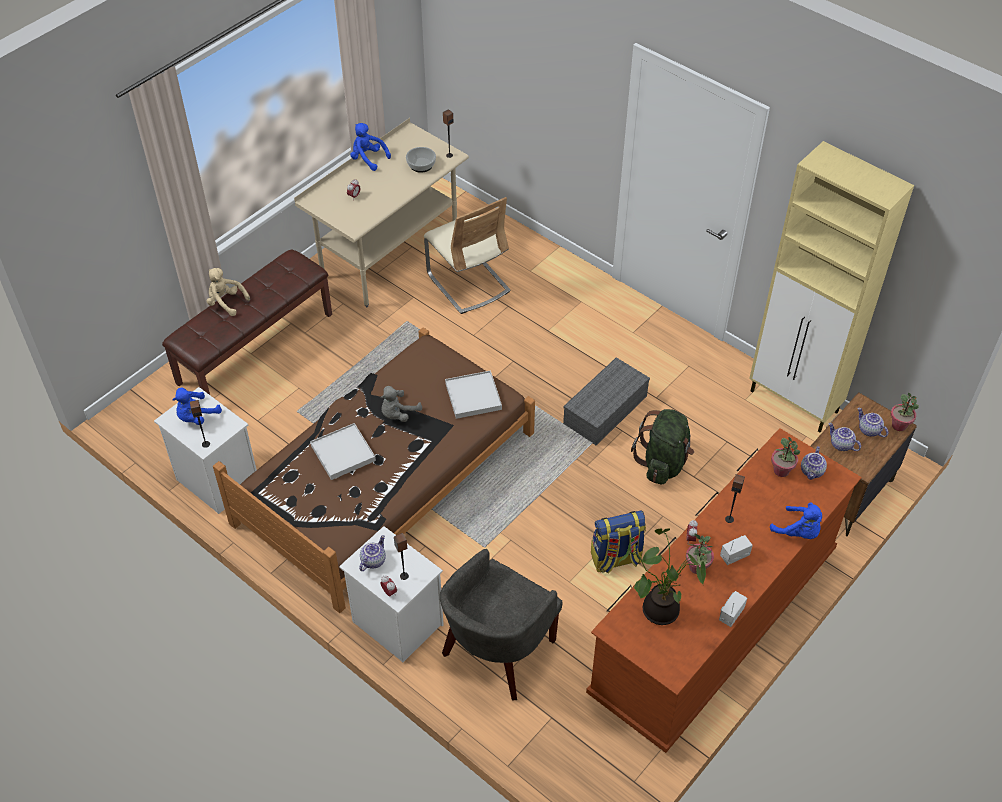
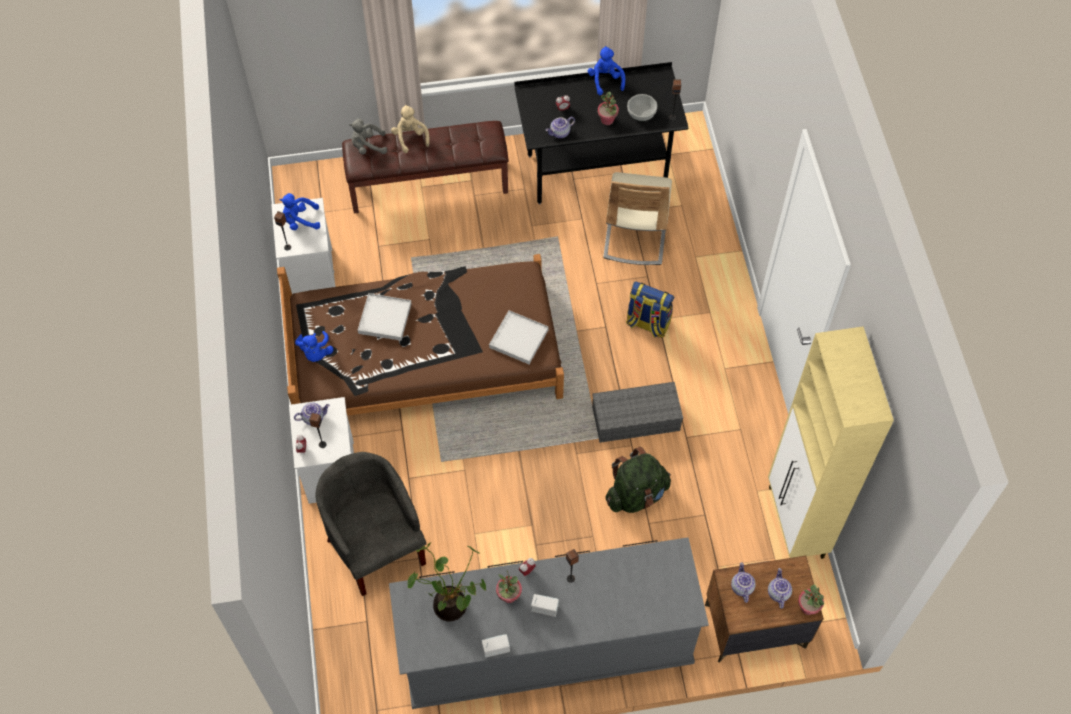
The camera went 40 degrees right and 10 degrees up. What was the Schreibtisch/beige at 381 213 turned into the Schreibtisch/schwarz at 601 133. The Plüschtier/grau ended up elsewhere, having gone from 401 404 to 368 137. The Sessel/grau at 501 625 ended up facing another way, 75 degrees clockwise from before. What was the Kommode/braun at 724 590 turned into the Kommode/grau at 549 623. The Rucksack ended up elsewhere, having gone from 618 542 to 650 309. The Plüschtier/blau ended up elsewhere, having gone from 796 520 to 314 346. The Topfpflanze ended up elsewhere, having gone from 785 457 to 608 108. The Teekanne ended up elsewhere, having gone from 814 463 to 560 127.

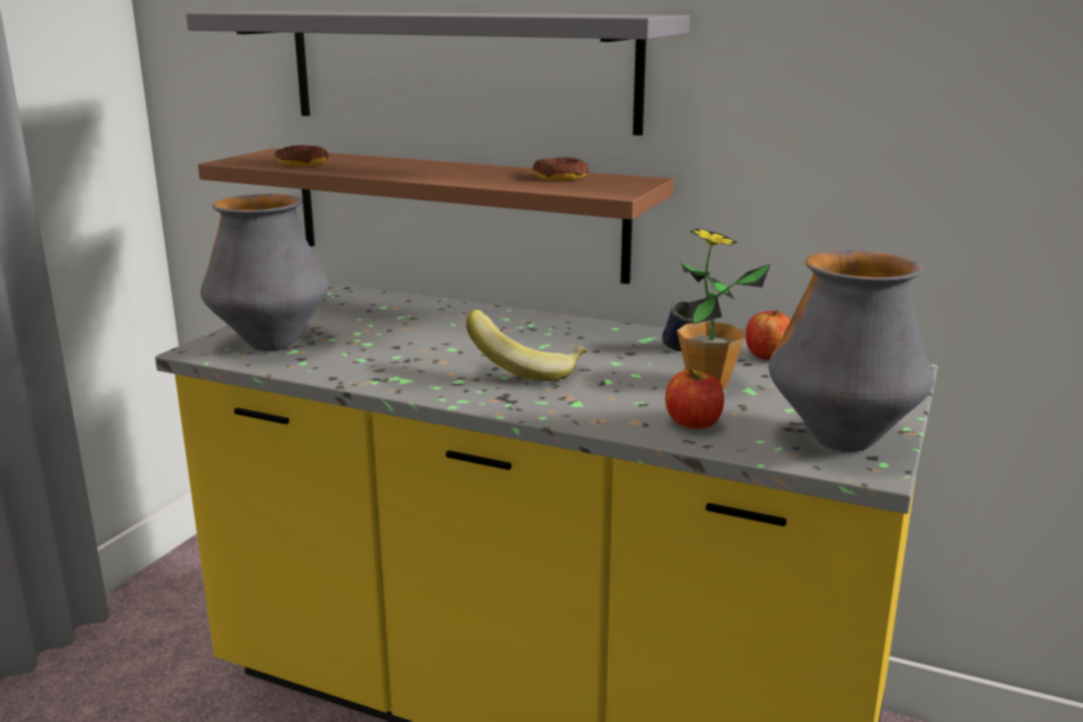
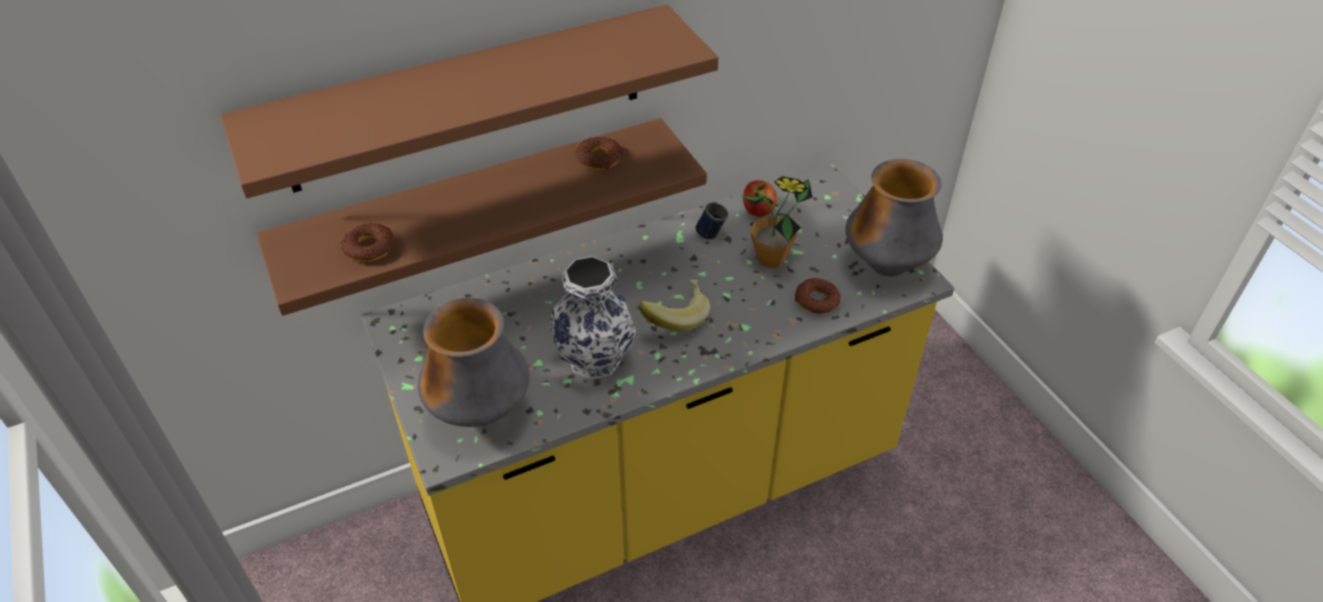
The camera went 50 degrees left and 25 degrees up. What was the Wandregal/grau at 438 73 turned into the Wandregal/braun at 469 101. Where the Apfel stood at 694 398, the Donut came to stand at 818 296. The second view gained the Vase at 592 318.

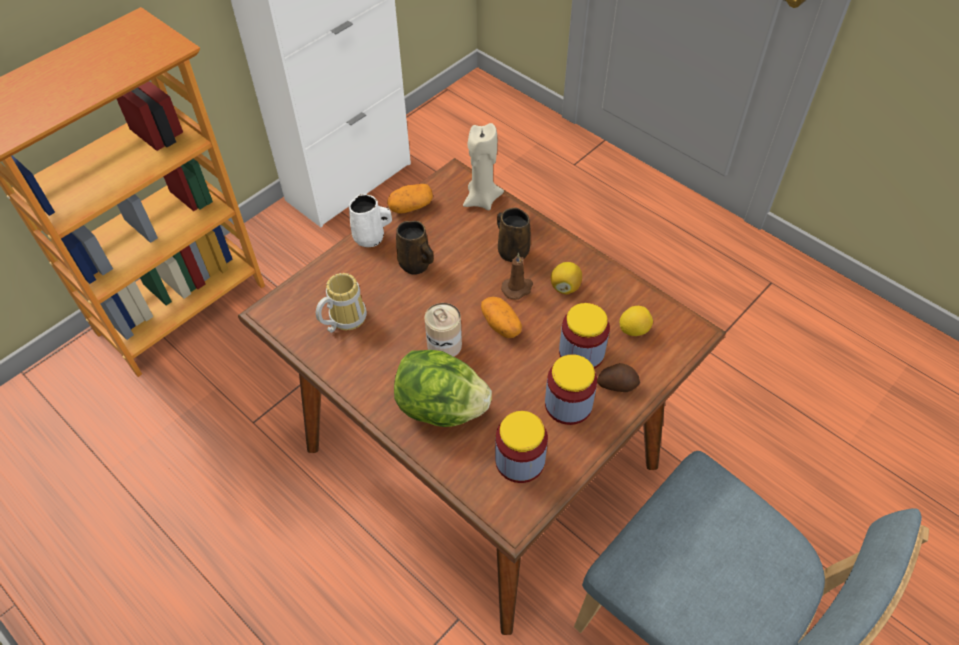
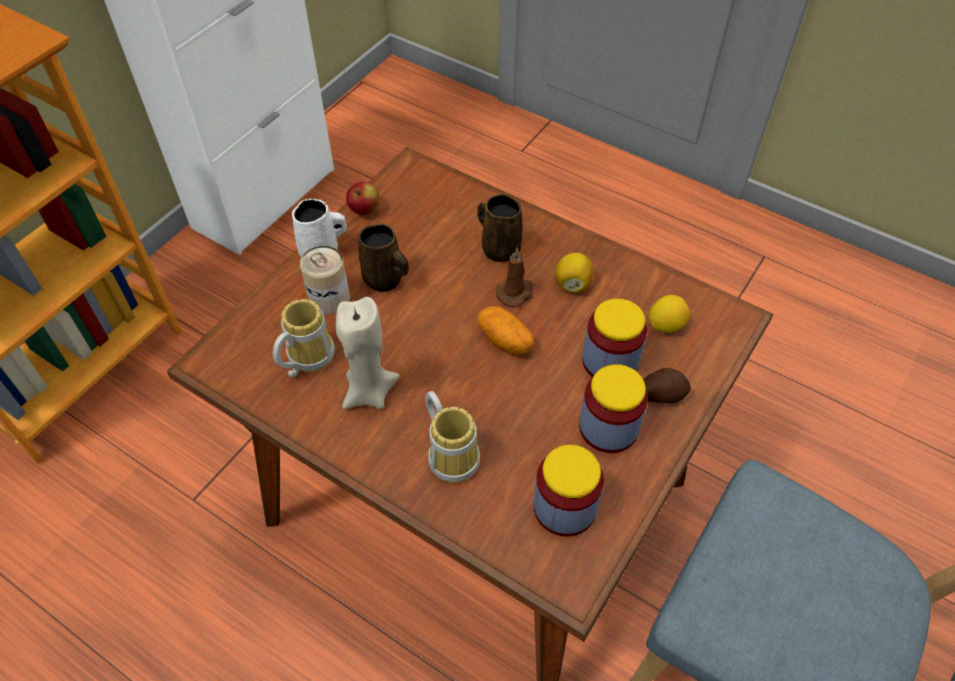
The camera went 10 degrees left and 0 degrees up. Where the Kartoffel stood at 410 198, the Apfel came to stand at 363 198. Where the Salatkopf stood at 443 388, the Henkelbecher came to stand at 452 437. The Dose ended up elsewhere, having gone from 443 330 to 325 280. The Kerze/beige ended up elsewhere, having gone from 483 166 to 368 353.

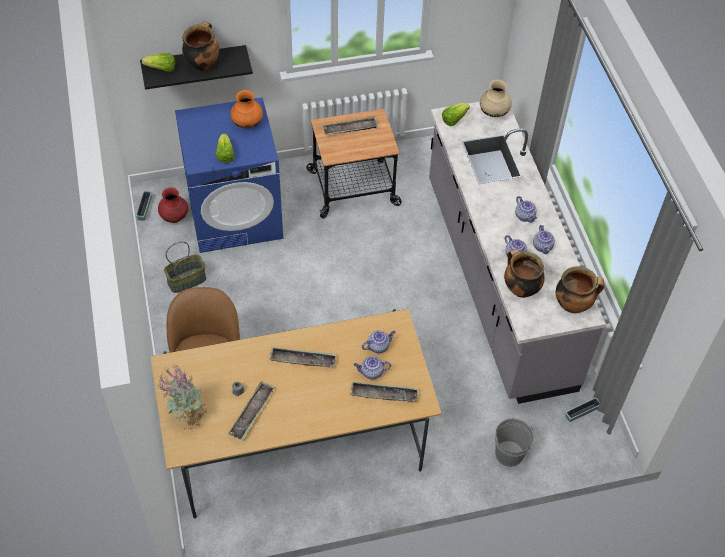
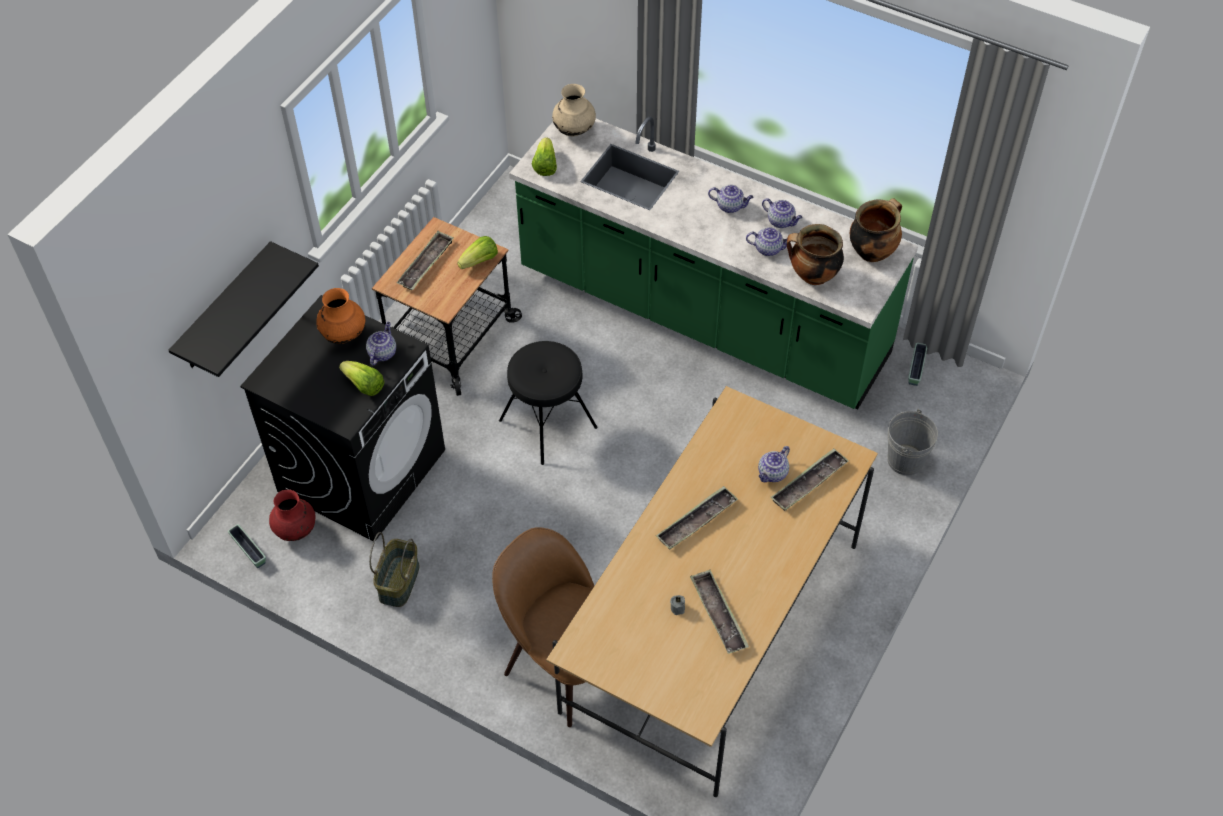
The camera went 45 degrees left and 0 degrees up. The Salatkopf ended up elsewhere, having gone from 158 62 to 477 252. The second view lost the Topfpflanze at 182 397. What was the Waschmaschine/blau at 229 175 turned into the Waschmaschine/schwarz at 342 418. The second view lost the Kochtopf at 200 46. The Teekanne ended up elsewhere, having gone from 379 342 to 381 343. What was the Küchenzeile/grau at 517 253 turned into the Küchenzeile/grün at 713 263. The second view gained the Hocker/schwarz at 548 403.

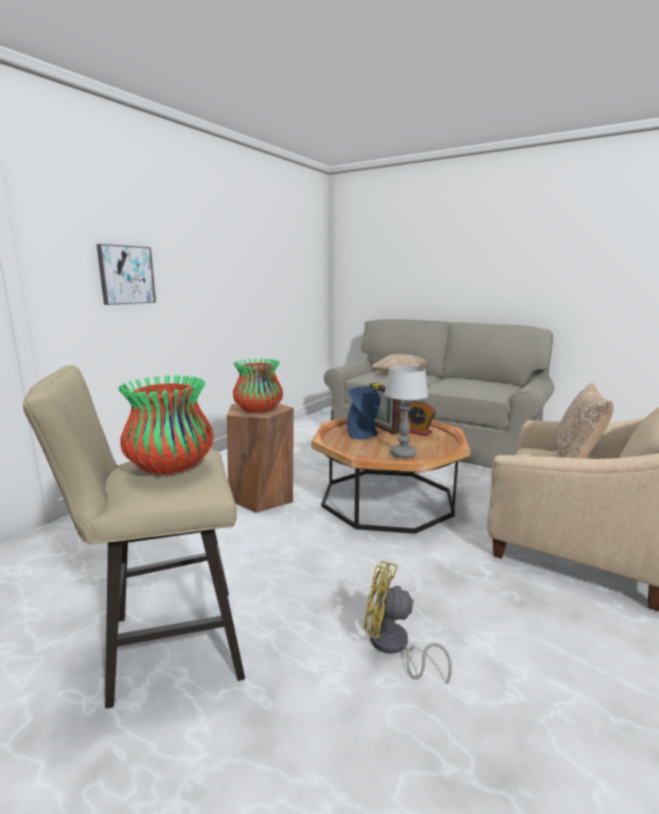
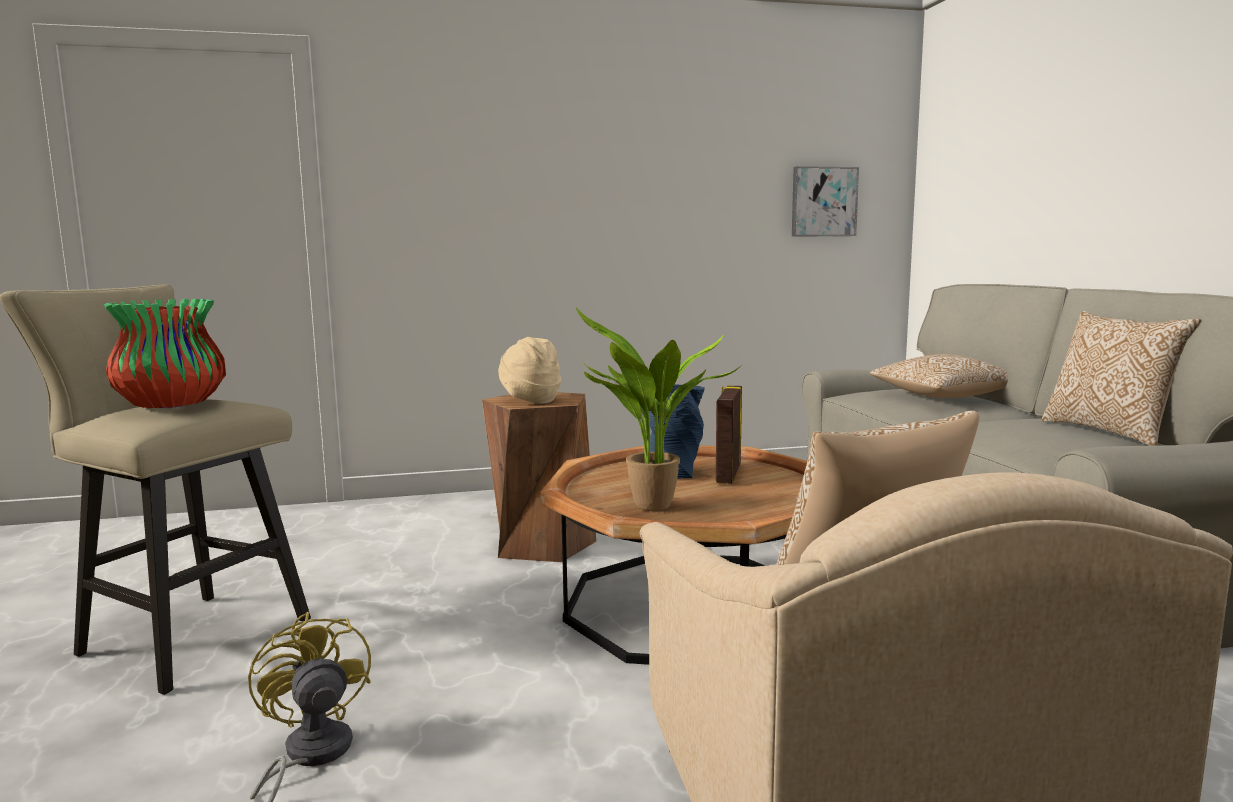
The camera went 45 degrees right and 5 degrees down. The Bild ended up elsewhere, having gone from 126 274 to 825 201. Where the Vase stood at 258 385, the Hut/beige came to stand at 529 370. Where the Tischlampe stood at 406 411, the Topfpflanze came to stand at 659 409. The second view lost the Wecker at 422 418. The second view gained the Kissen at 1122 378.

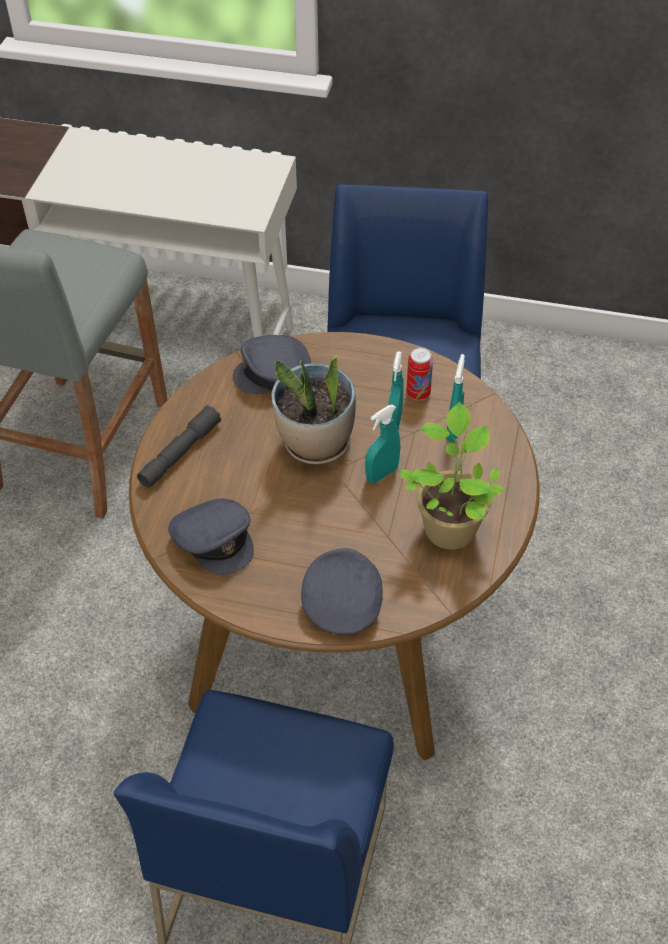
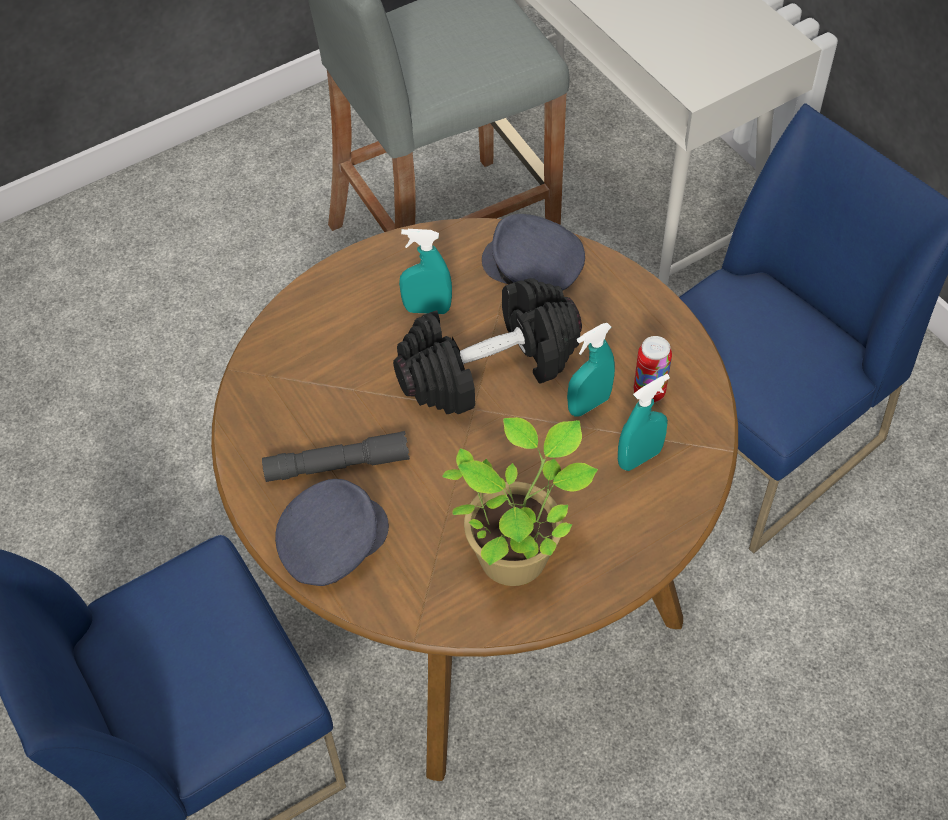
The camera went 45 degrees right and 5 degrees up. The Taschenlampe/grau ended up elsewhere, having gone from 179 446 to 336 456. The second view lost the Kappe/grau at 211 536. Where the Topfpflanze stood at 313 410, the Hantel/schwarz came to stand at 487 346. The Sprühflasche/türkis ended up elsewhere, having gone from 382 444 to 425 271.

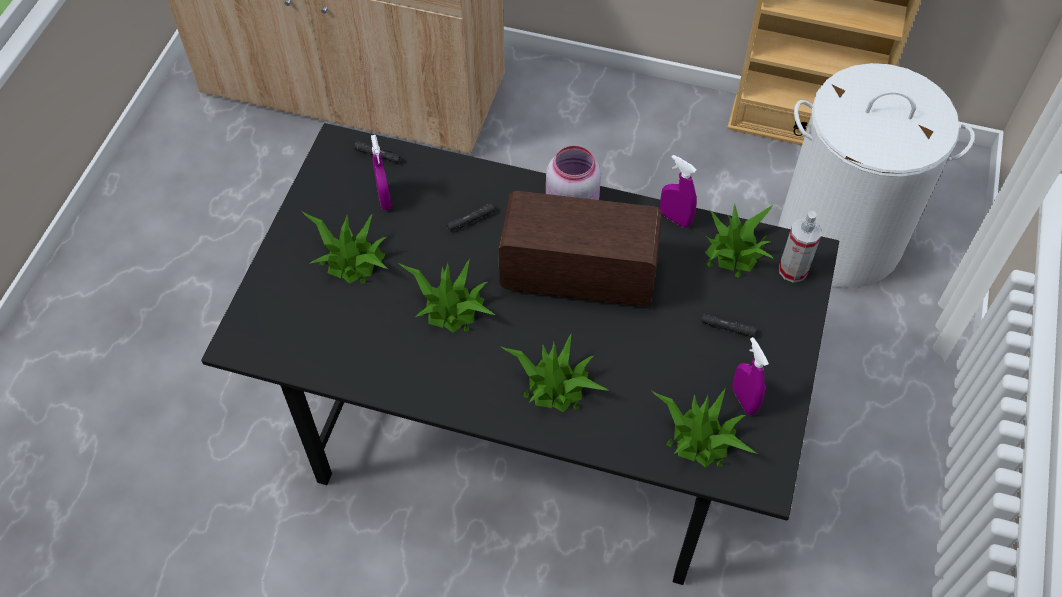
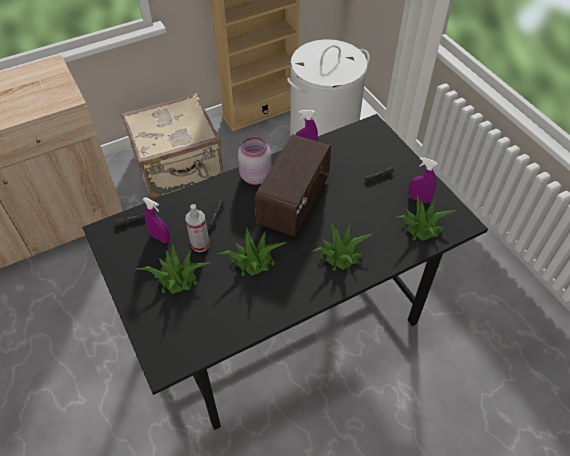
The camera went 45 degrees left and 5 degrees down. The Radio at 580 248 ended up facing another way, 150 degrees clockwise from before. The second view lost the Topfpflanze at 739 241. The Sprühflasche ended up elsewhere, having gone from 800 247 to 198 228. The second view gained the Koffer/beige at 172 146.

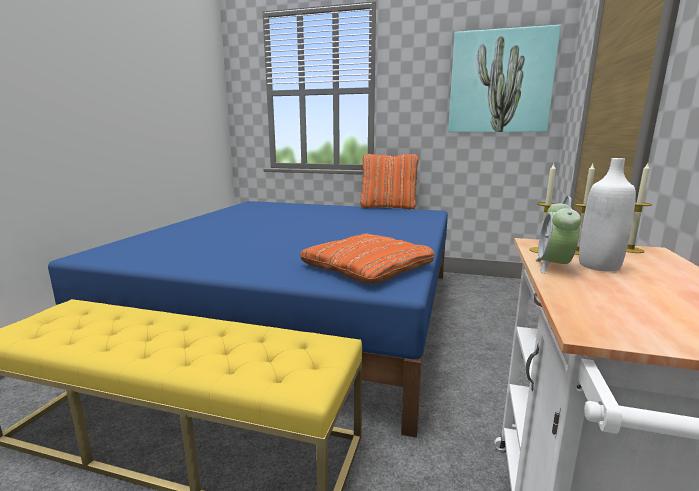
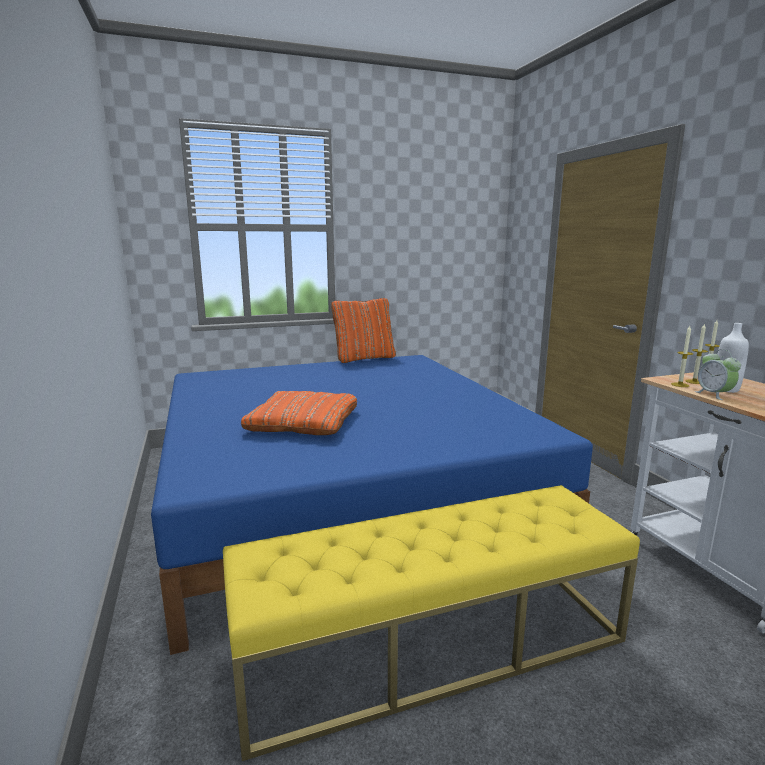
The camera went 35 degrees left and 0 degrees up. The Kissen/orange ended up elsewhere, having gone from 367 259 to 299 413. The second view lost the Bild at 504 78.

